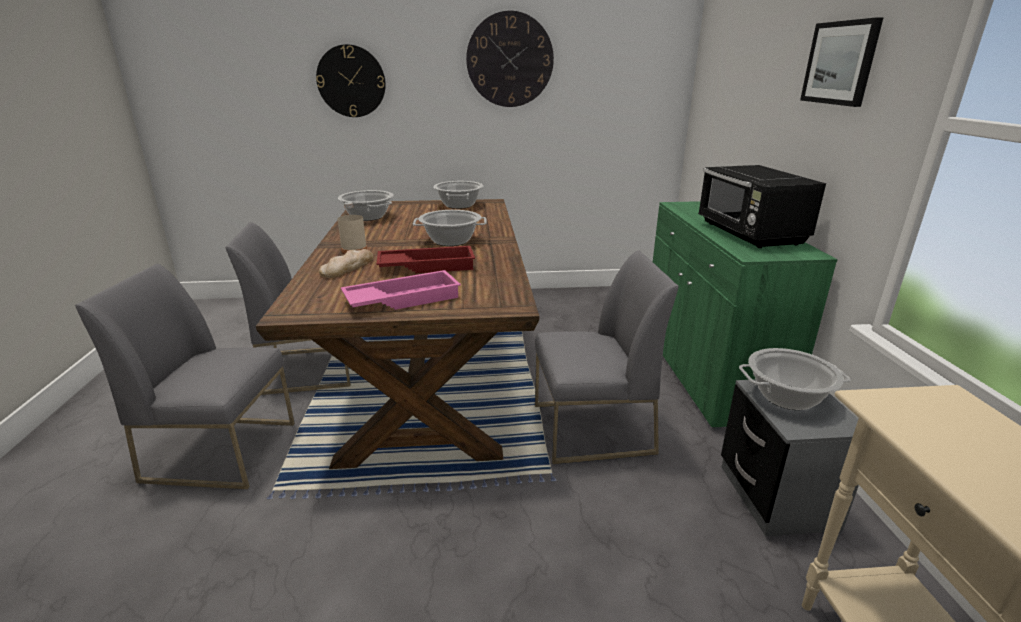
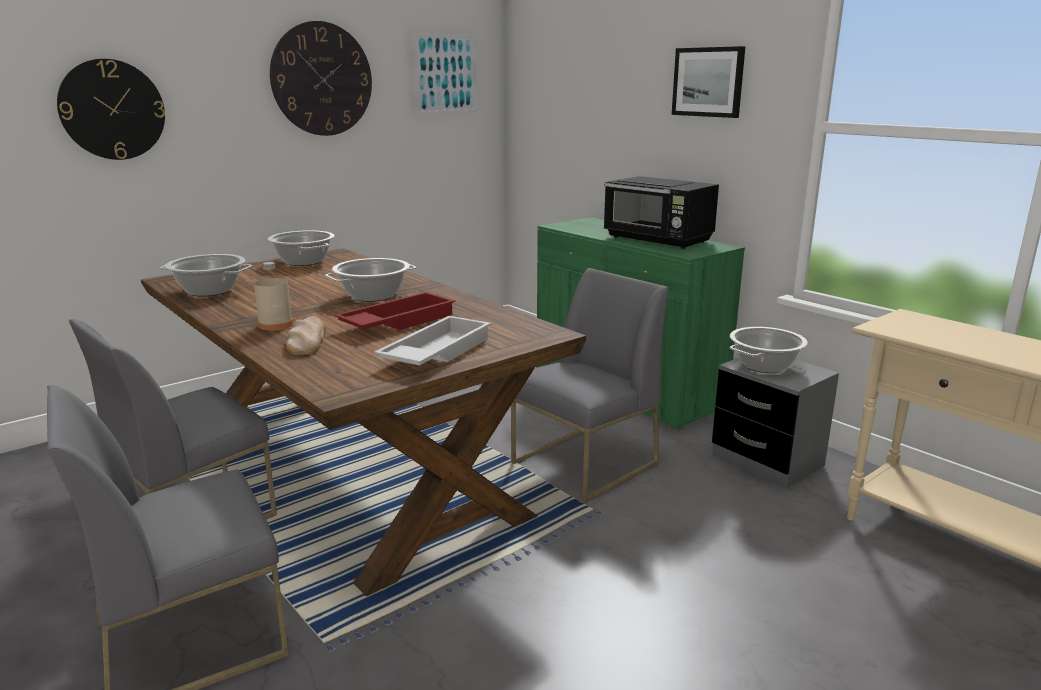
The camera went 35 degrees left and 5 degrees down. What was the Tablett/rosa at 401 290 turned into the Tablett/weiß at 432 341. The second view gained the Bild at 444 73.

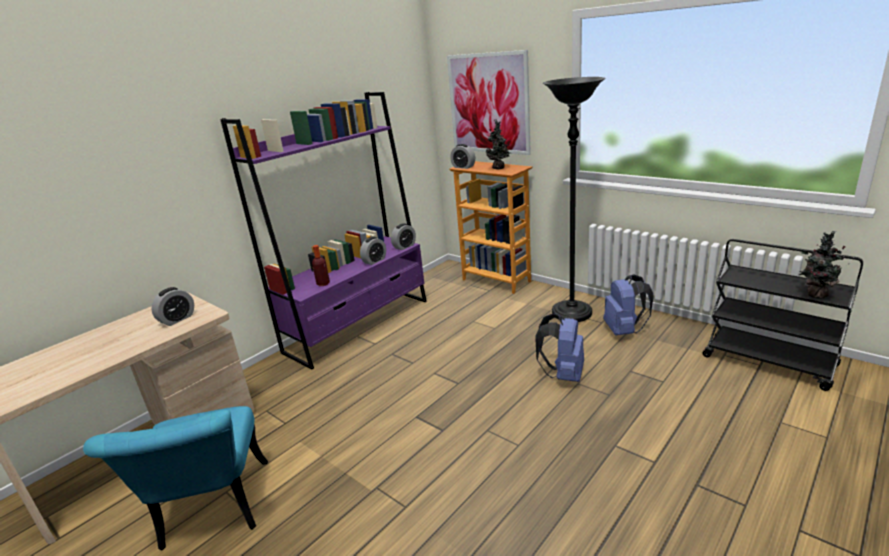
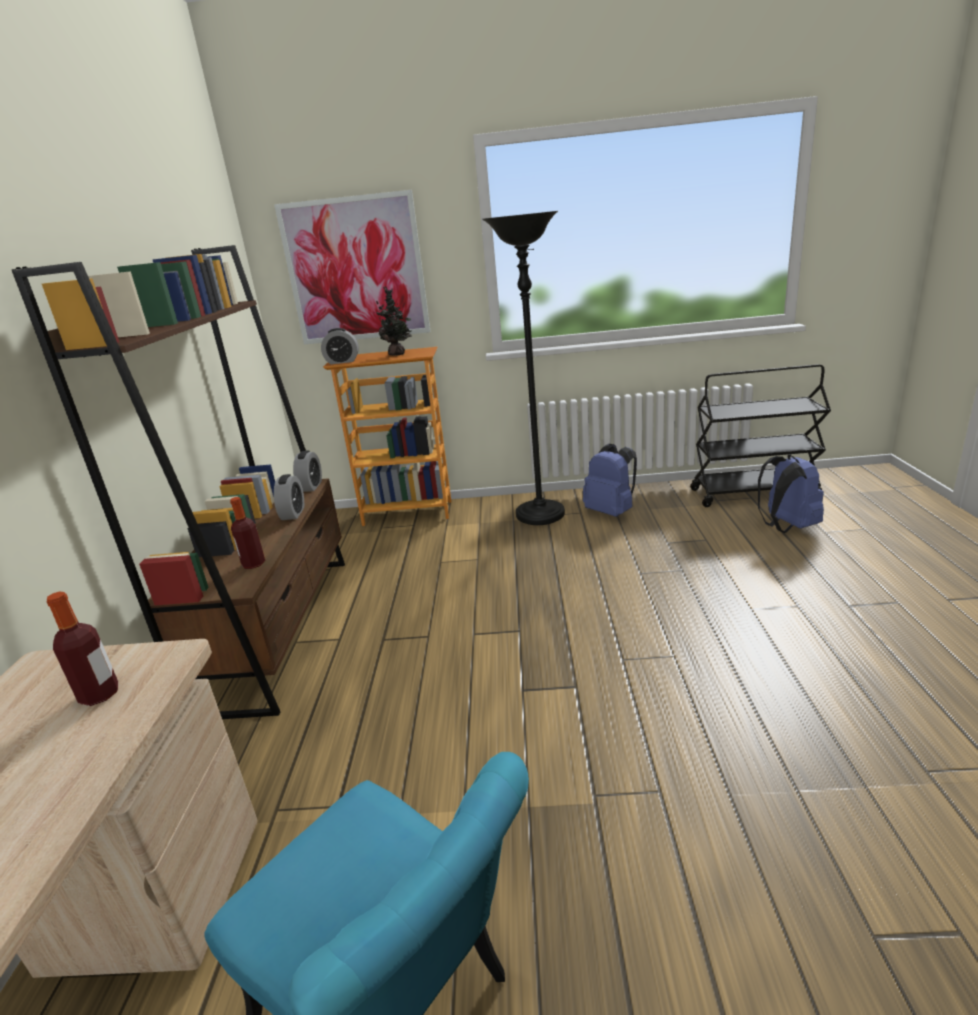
The camera went 40 degrees left and 0 degrees up. Where the Wecker stood at 172 306, the Flasche came to stand at 82 648. What was the Bücherregal/lila at 324 231 turned into the Bücherregal/braun at 178 482. The Rucksack/blau ended up elsewhere, having gone from 559 347 to 791 494. The second view lost the Topfpflanze at 822 265.

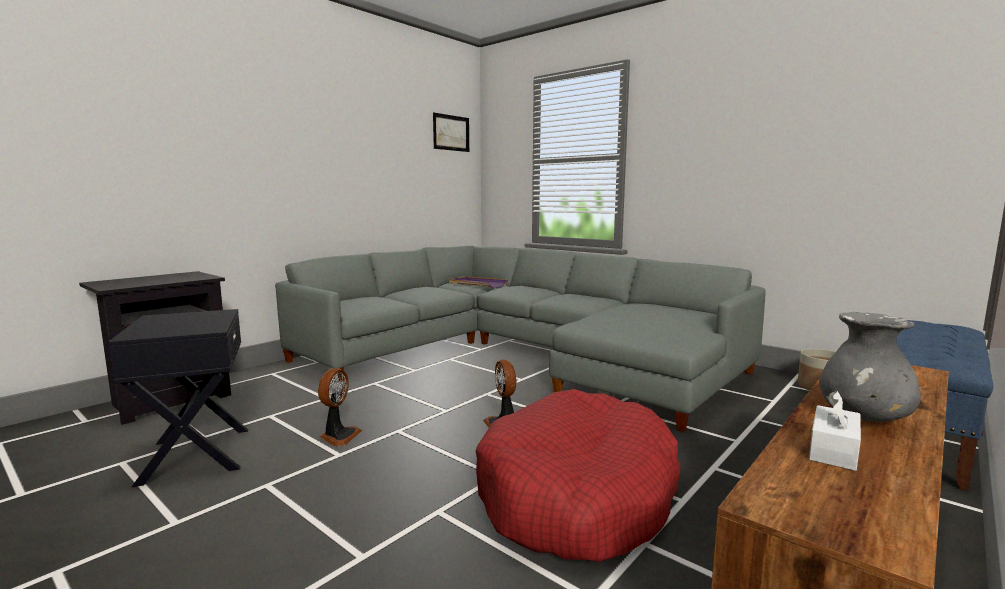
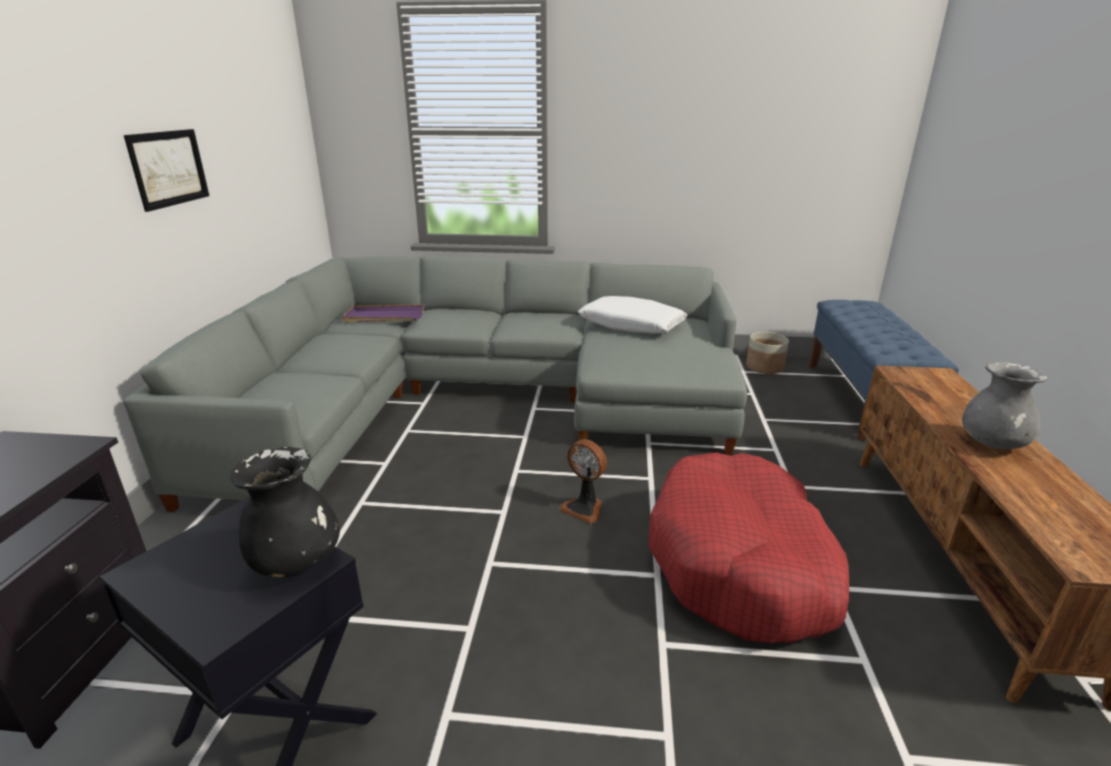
The camera went 35 degrees left and 15 degrees up. The second view lost the Ventilator at 340 407. The Bild ended up elsewhere, having gone from 451 132 to 166 170. The second view lost the Taschentuchbox/weiß at 835 430. The second view gained the Vase/schwarz at 285 511. The second view gained the Kissen/weiß at 633 315.

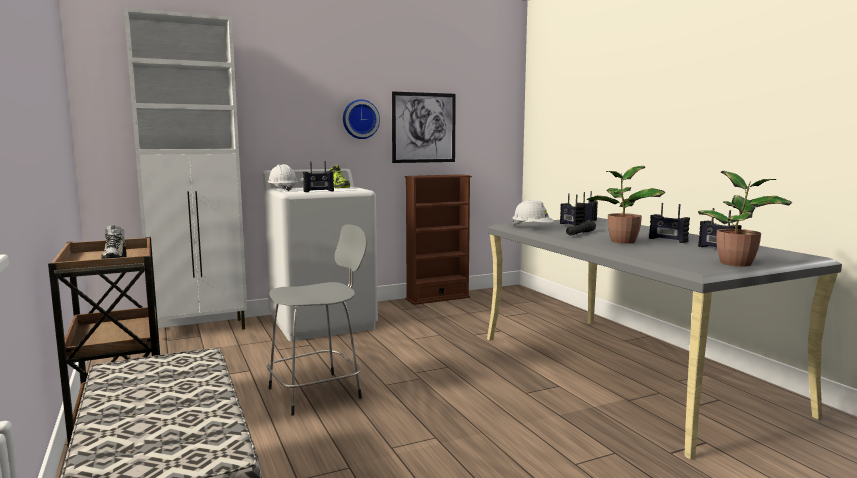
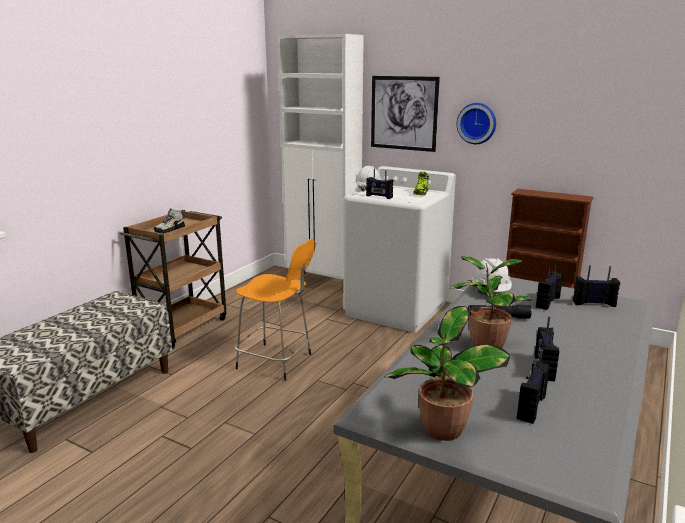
The camera went 55 degrees right and 10 degrees up. What was the Hocker/grau at 317 320 turned into the Hocker/orange at 275 310. The Bild ended up elsewhere, having gone from 424 127 to 405 114.

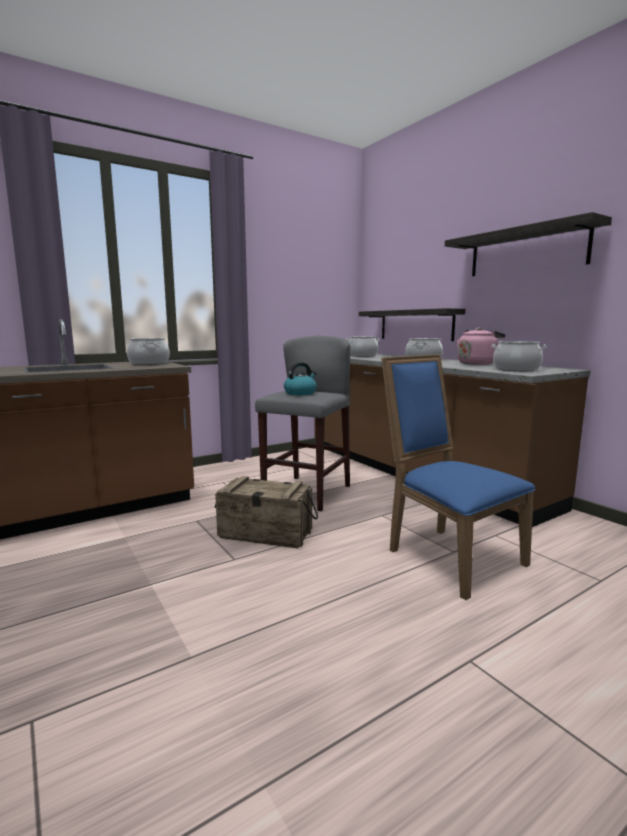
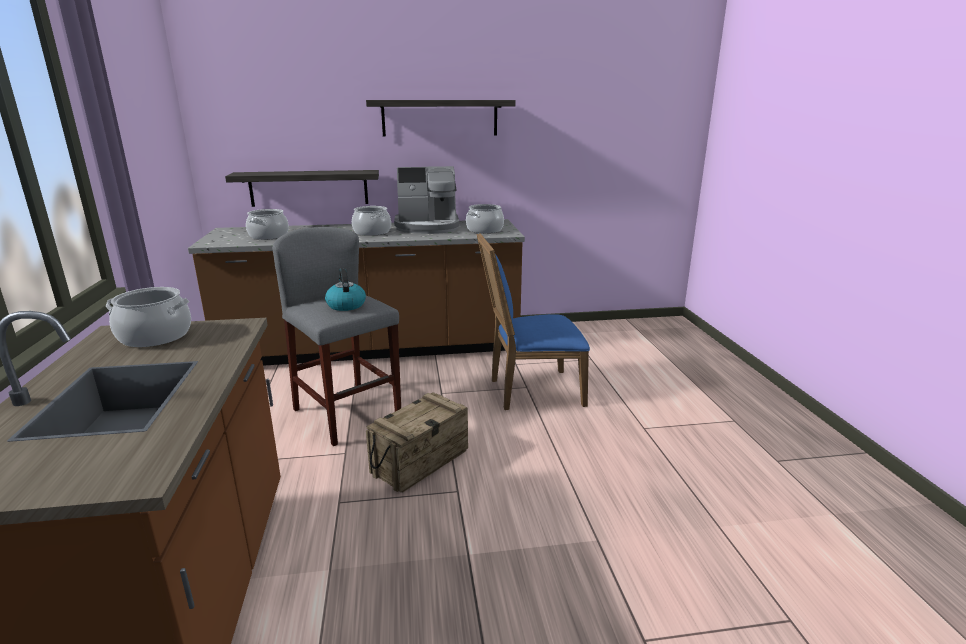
The camera went 65 degrees left and 10 degrees up. Where the Wasserkessel/rosa stood at 480 346, the Kaffeemaschine came to stand at 426 200.

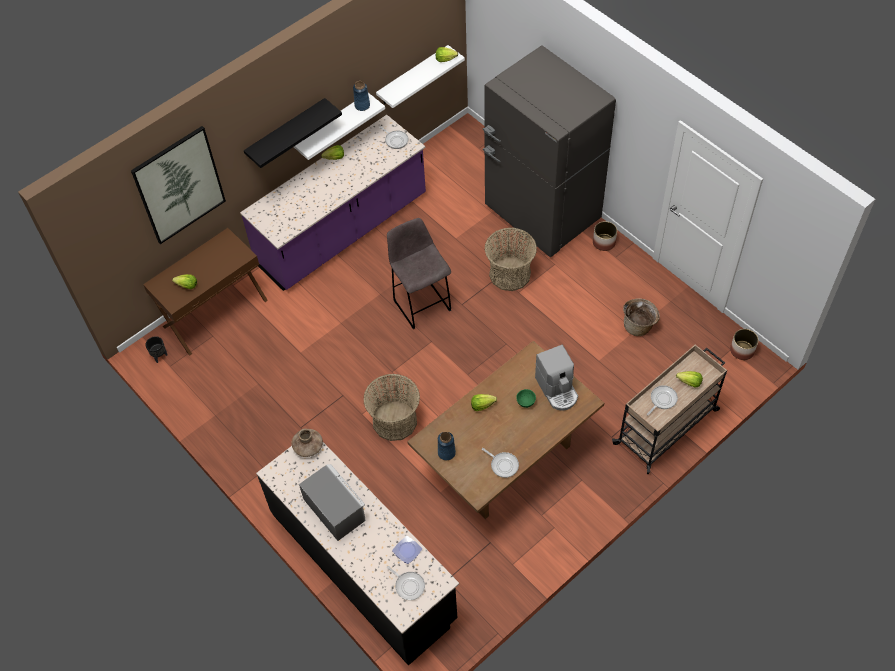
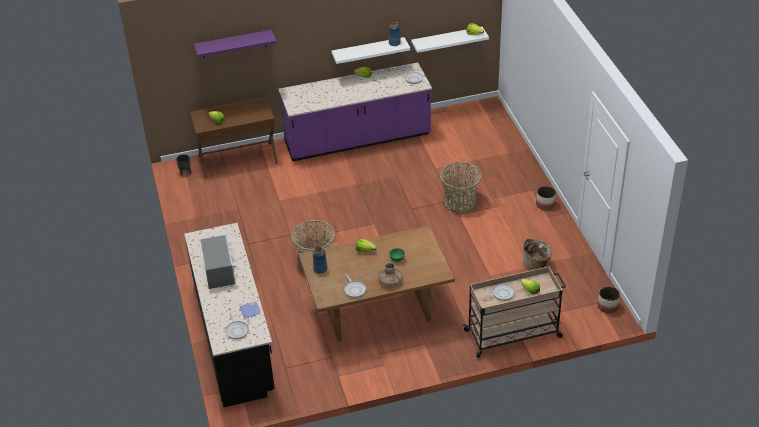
The camera went 25 degrees right and 15 degrees down. Where the Bild hung at 178 185, the Wandregal/lila came to hang at 235 44. The second view lost the Wandregal/schwarz at 293 133. The Vase/braun ended up elsewhere, having gone from 307 443 to 390 274. The second view lost the Hocker/grau at 419 273. The second view lost the Kühlschrank/grau at 549 151. The second view lost the Kaffeemaschine at 556 378.

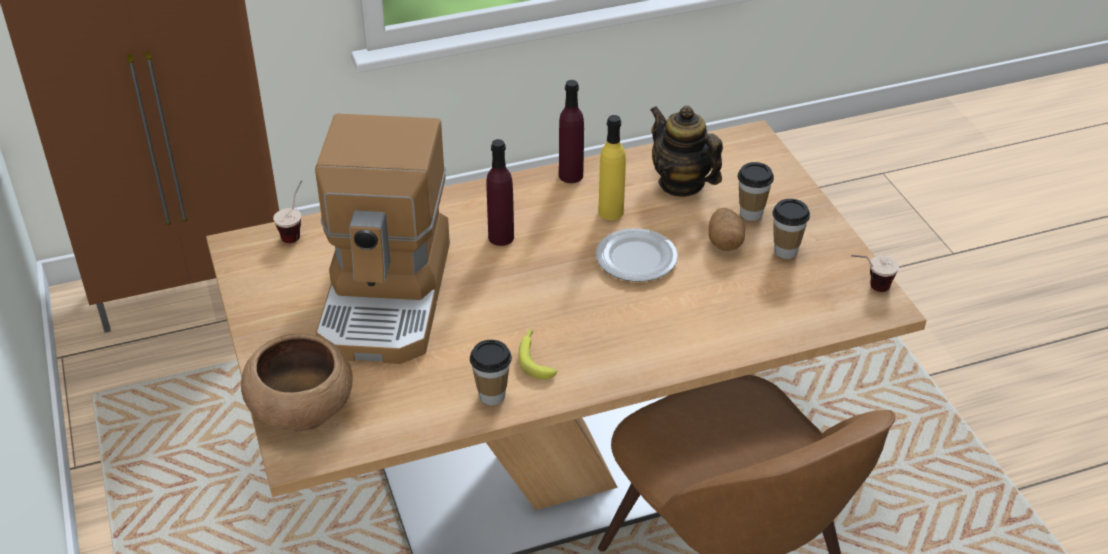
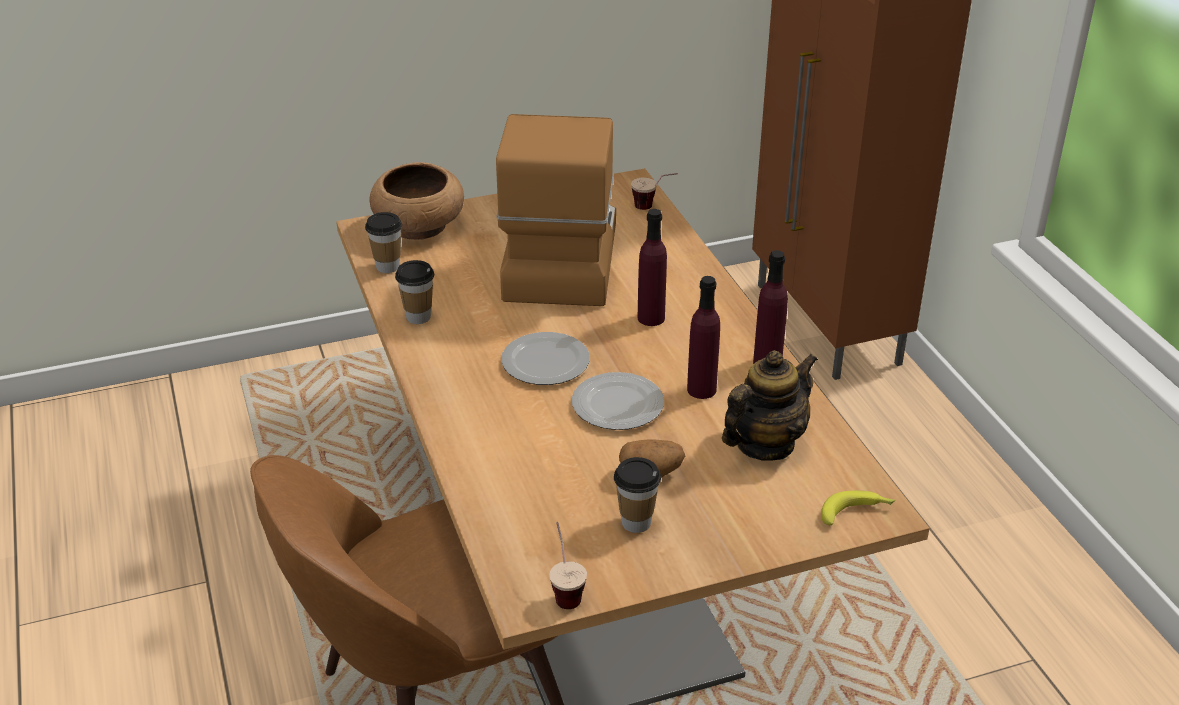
The camera went 90 degrees right and 5 degrees down. The Kaffeemaschine at 382 239 ended up facing another way, 90 degrees clockwise from before. The Banane ended up elsewhere, having gone from 537 354 to 858 507. What was the Flasche/gelb at 612 167 turned into the Flasche/lila at 703 337. The Tasse ended up elsewhere, having gone from 756 191 to 383 242. The second view gained the Teller at 545 358.

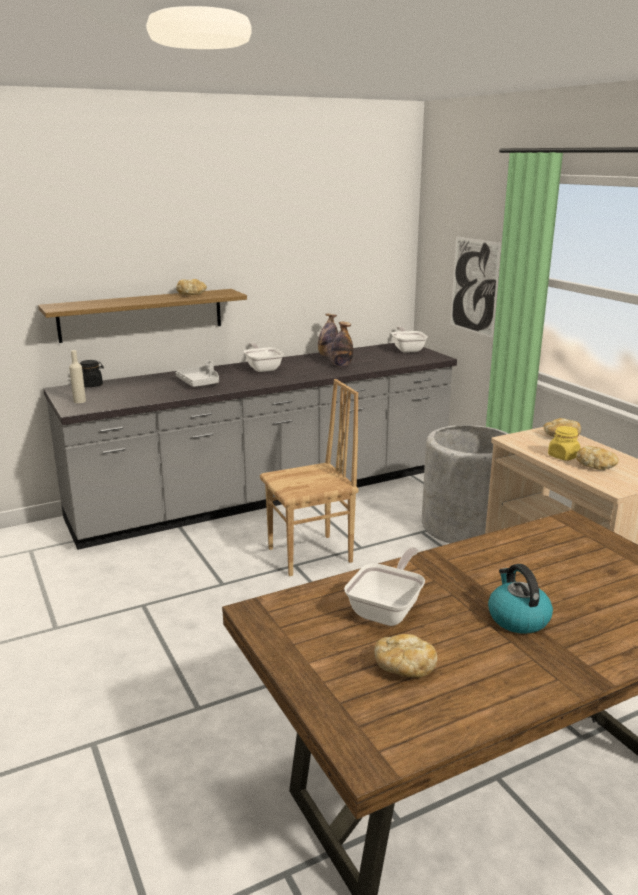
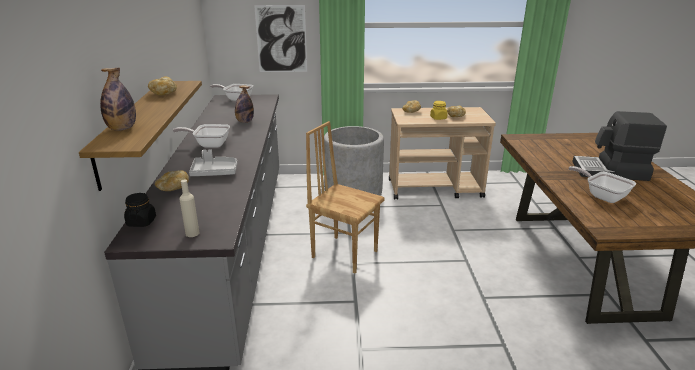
The camera went 65 degrees left and 5 degrees up. The Stuhl/braun at 309 477 ended up facing another way, 60 degrees counterclockwise from before. The Flasche ended up elsewhere, having gone from 328 335 to 118 99. The Brot ended up elsewhere, having gone from 405 656 to 172 180. Where the Wasserkessel stood at 520 599, the Kaffeemaschine came to stand at 619 146.

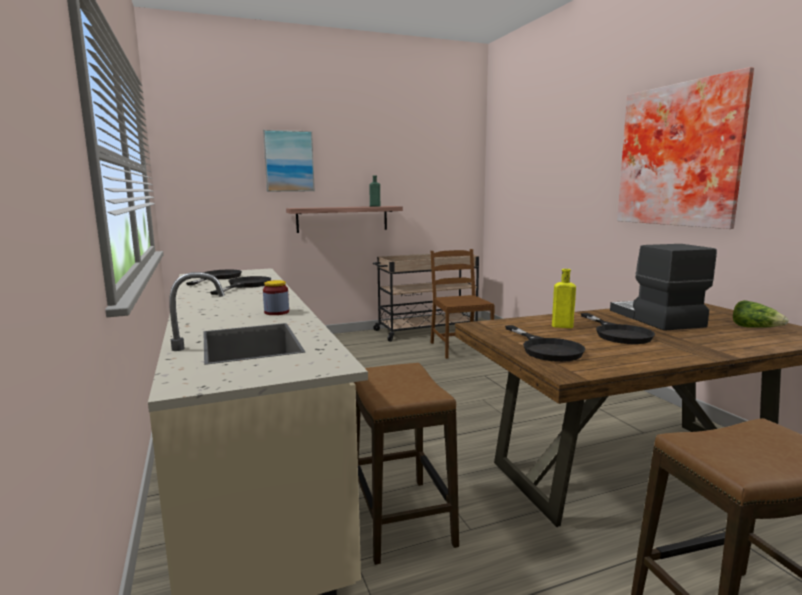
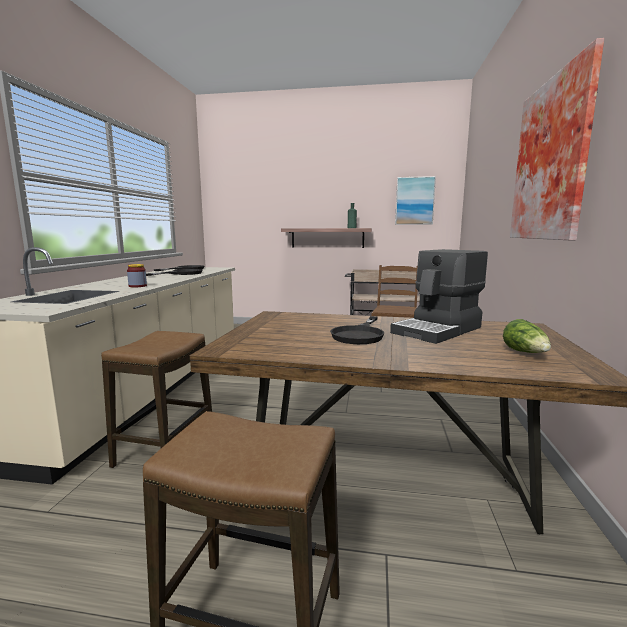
The camera went 30 degrees right and 0 degrees up. The Bild ended up elsewhere, having gone from 289 161 to 415 200. The second view lost the Pfanne/schwarz at 545 343. The second view lost the Flasche/gelb at 564 298. The Kaffeemaschine at 663 287 ended up facing another way, 150 degrees counterclockwise from before.

